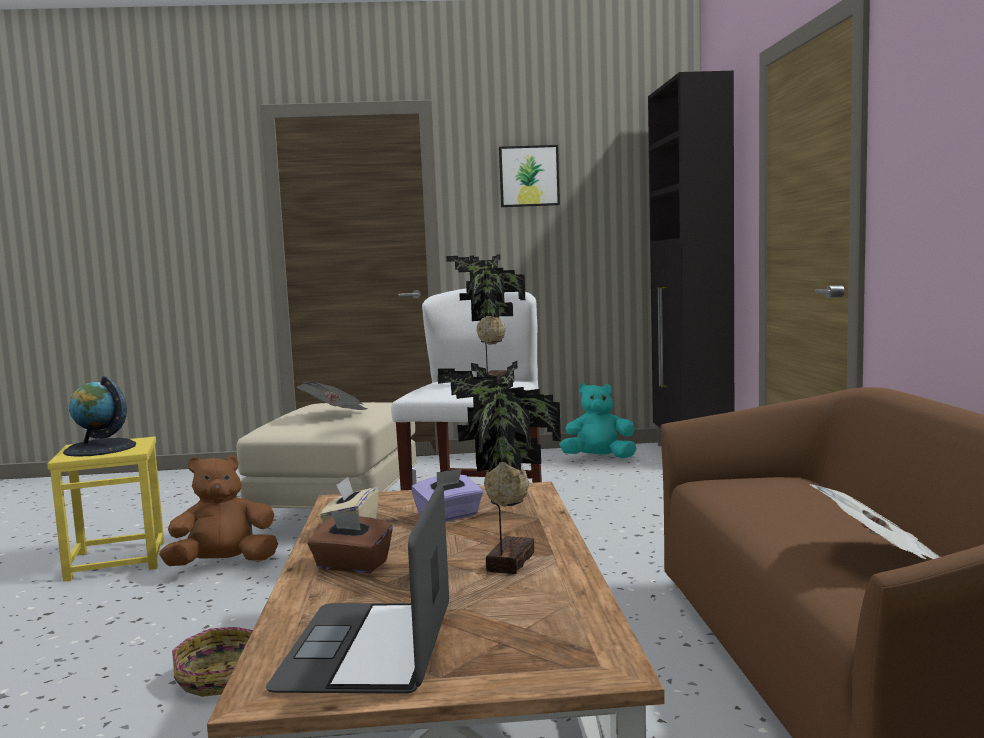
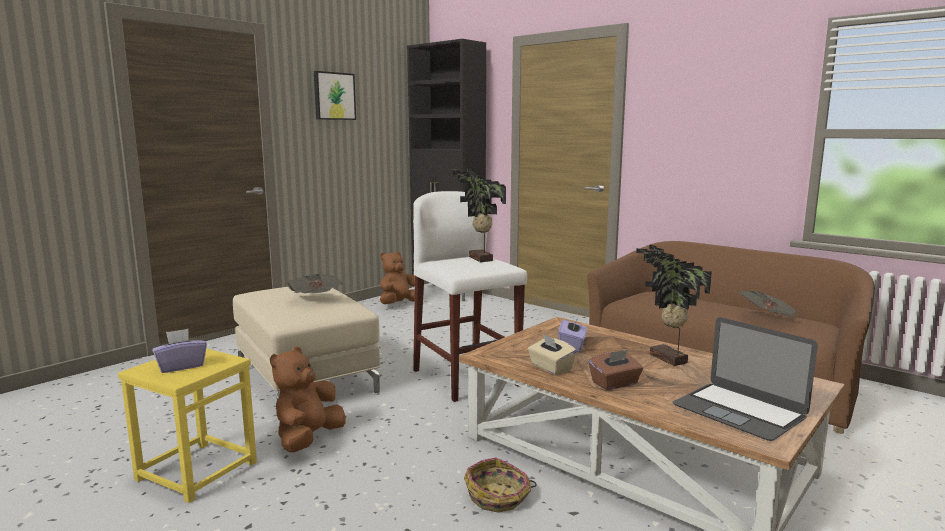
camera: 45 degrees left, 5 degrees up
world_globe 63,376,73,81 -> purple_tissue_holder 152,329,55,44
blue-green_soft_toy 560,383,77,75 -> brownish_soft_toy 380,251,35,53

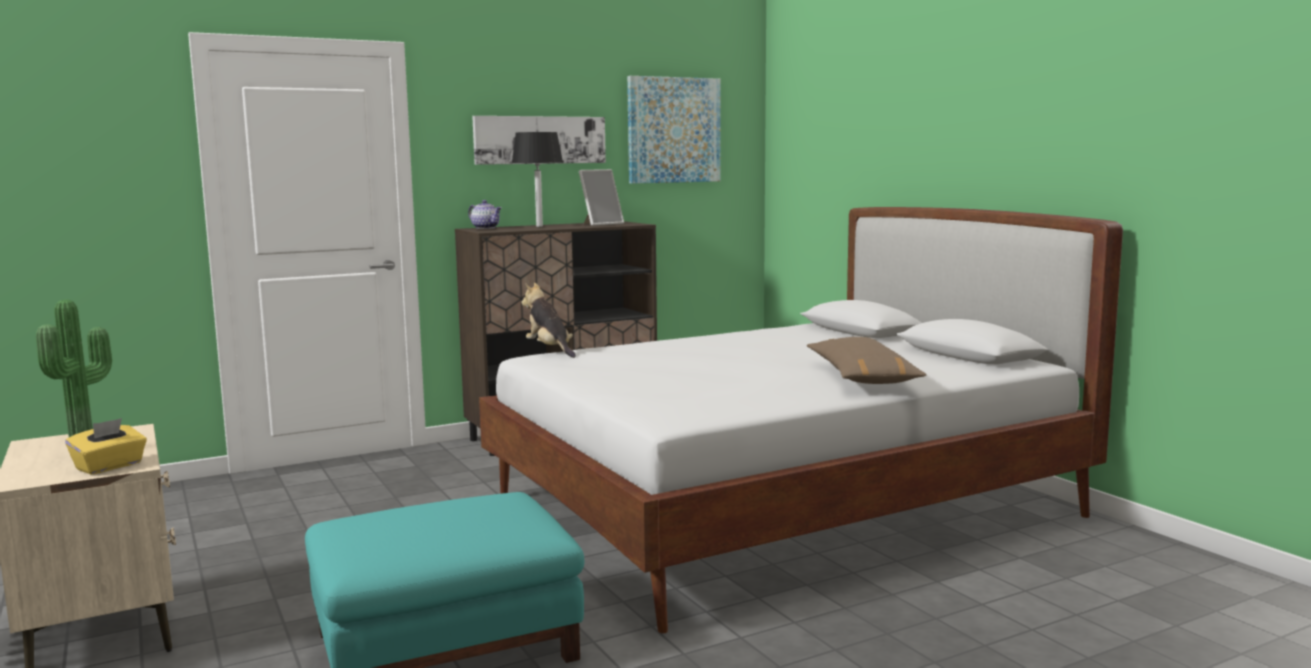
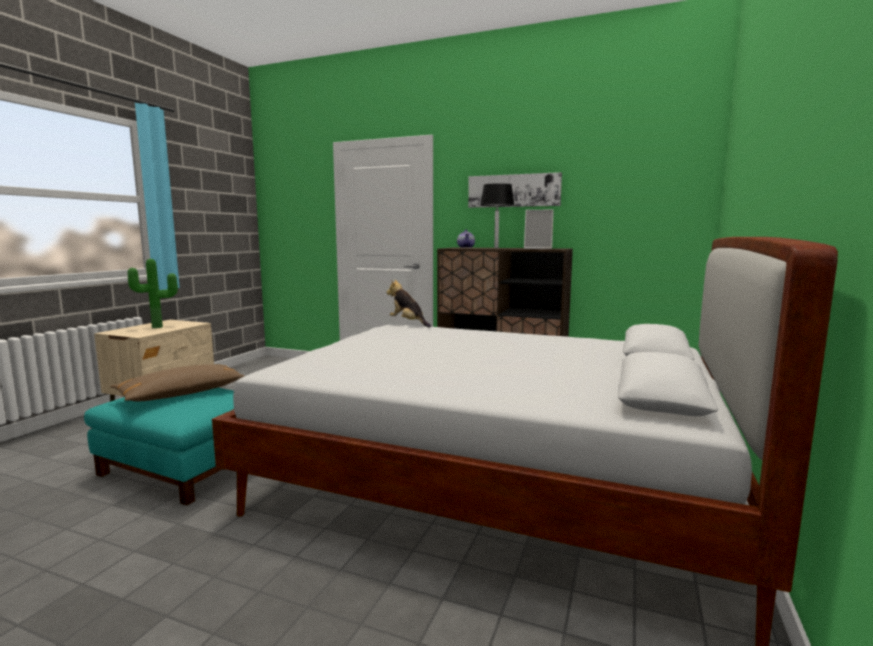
camera: 50 degrees right, 0 degrees up
yellowish_tissue_holder 65,418,82,57 -> none
soft_toy 522,283,54,75 -> soft_toy 386,279,45,49, 60 degrees counterclockwise
wall_art 627,76,93,108 -> none
brownish_cushion 807,337,120,47 -> brownish_cushion 110,364,135,38, move

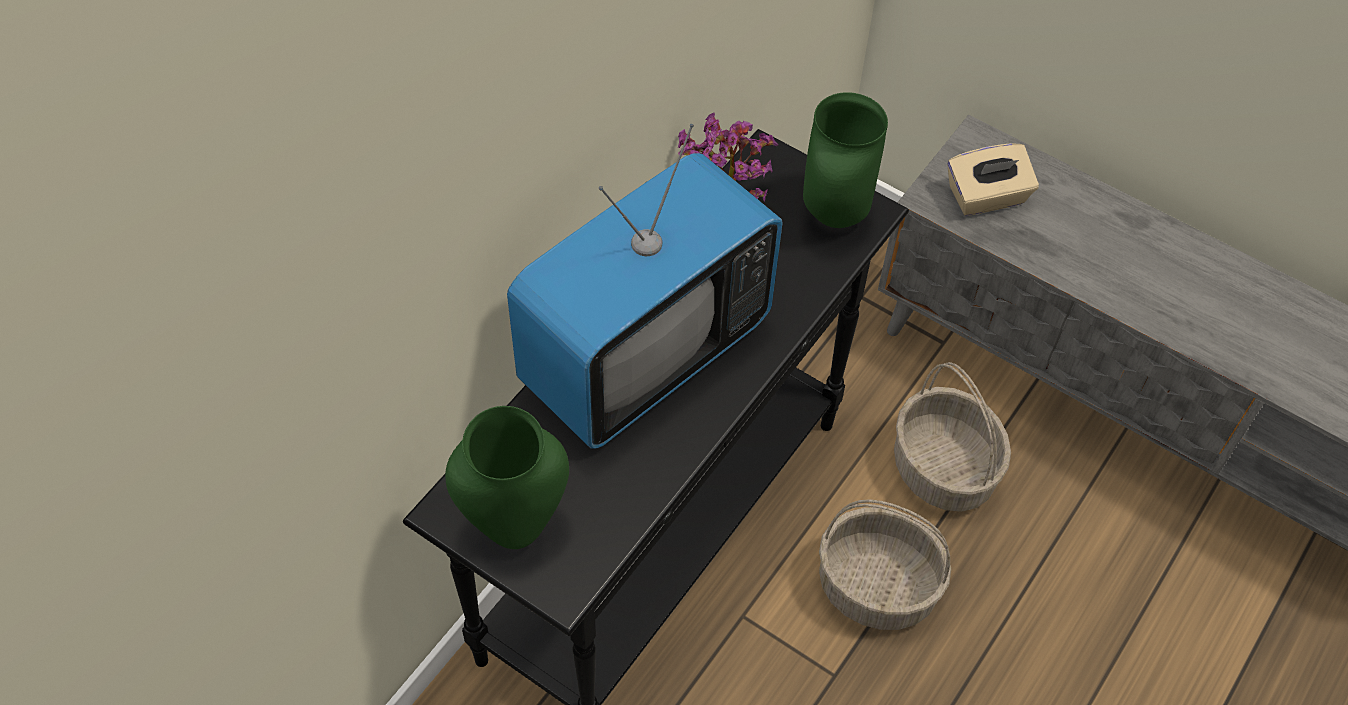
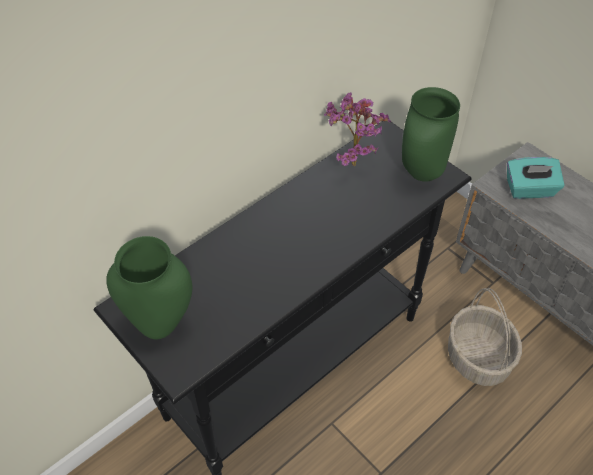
camera: 15 degrees right, 5 degrees down
television 507,124,276,325 -> none
basket 819,499,132,131 -> none
beige_tissue_holder 947,143,92,73 -> blue-green_tissue_holder 507,157,58,42

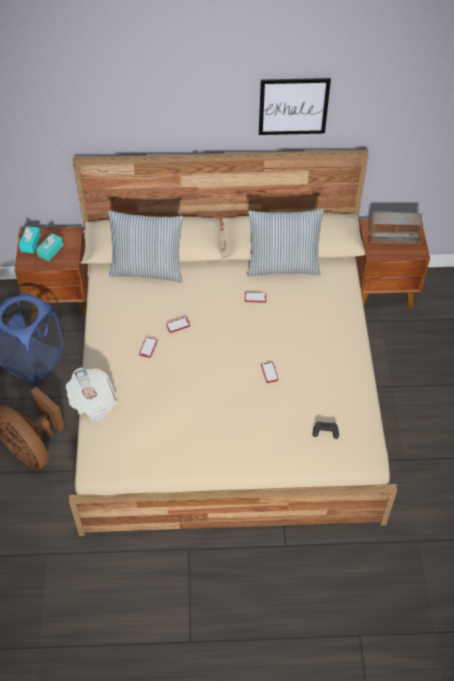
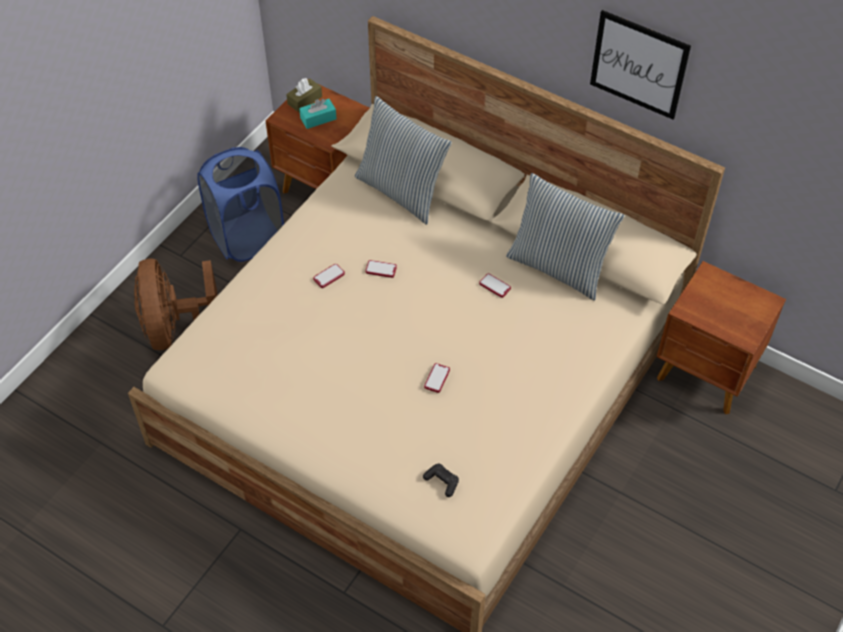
camera: 35 degrees right, 0 degrees up
blue-green_tissue_holder 19,226,22,27 -> brownish_tissue_holder 286,78,36,34
printed_paper 66,367,51,57 -> none
radio 367,211,56,34 -> none

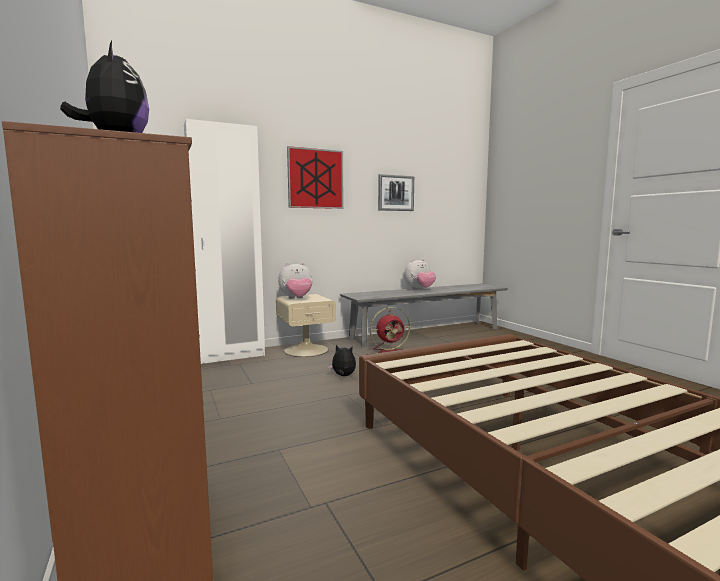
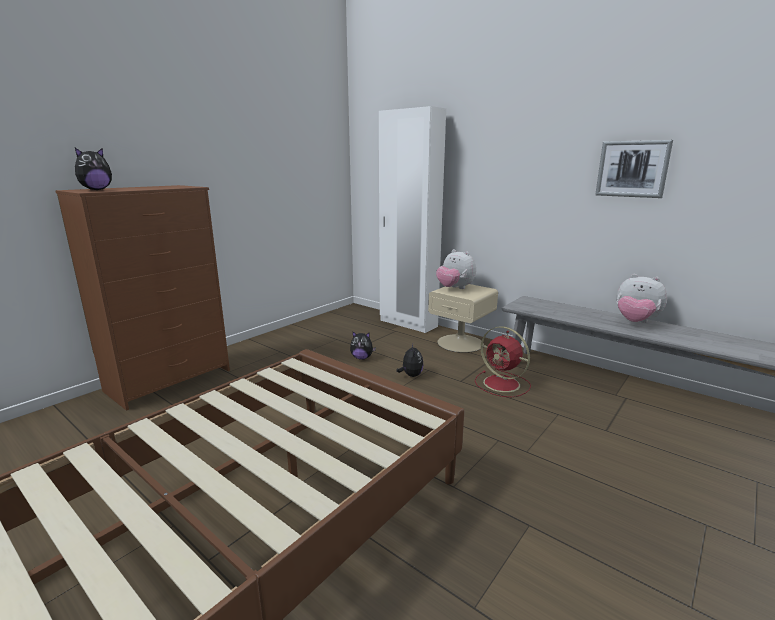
camera: 65 degrees right, 10 degrees up
wall_art 287,146,56,63 -> none
none -> soft_toy 350,332,26,28

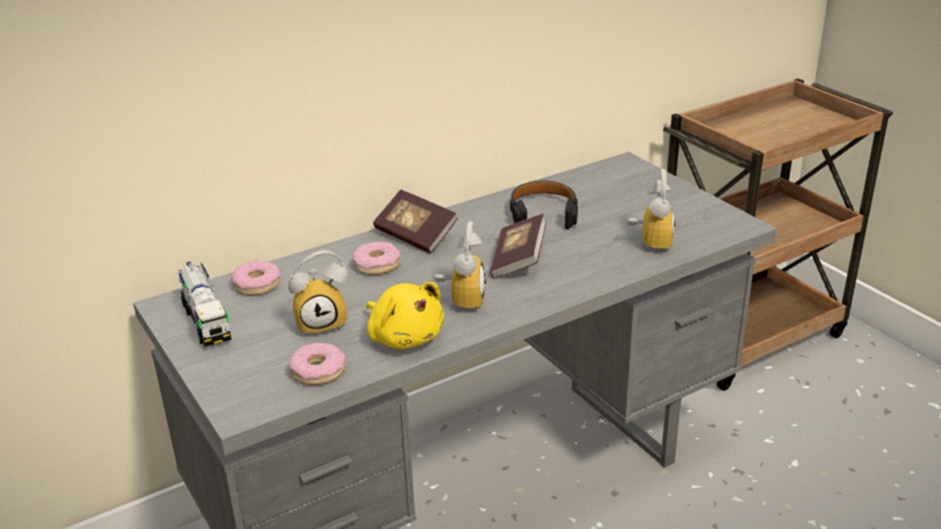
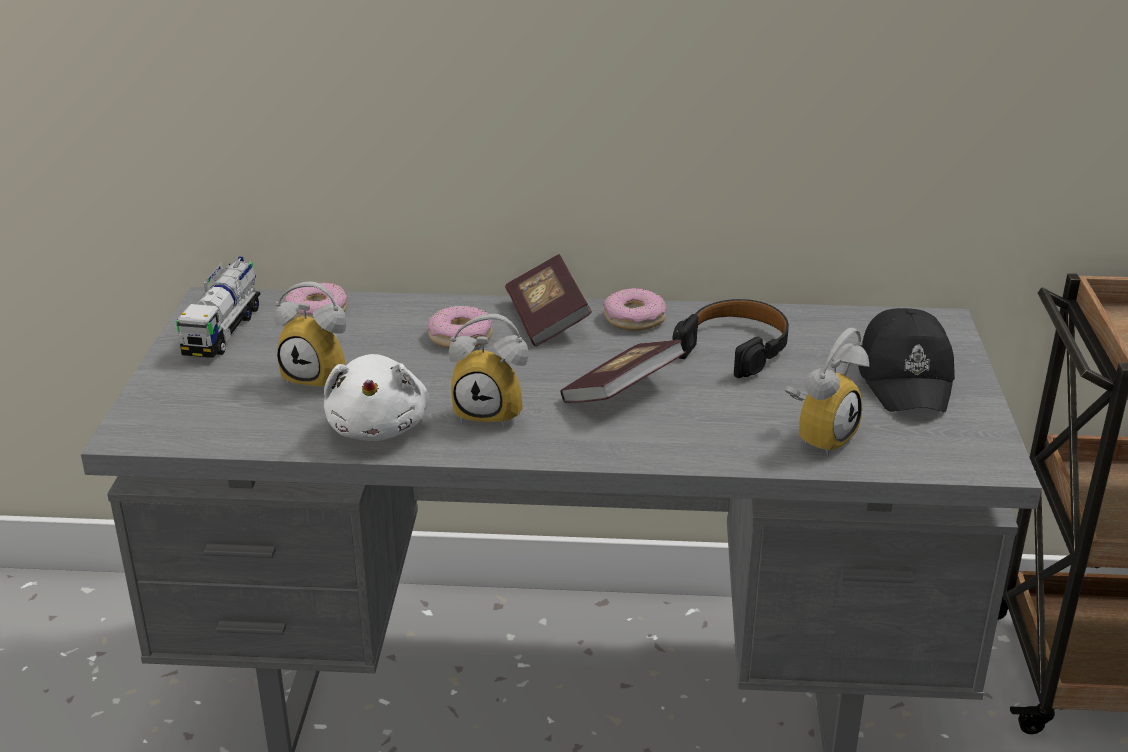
camera: 35 degrees right, 0 degrees up
doughnut 289,343,57,42 -> doughnut 603,288,64,43, move
yellowish_soft_toy 366,282,78,67 -> white_soft_toy 324,354,105,87
alarm_clock 433,221,53,90 -> alarm_clock 449,314,80,114, 60 degrees clockwise
none -> blackish_baseball_cap 858,308,97,104

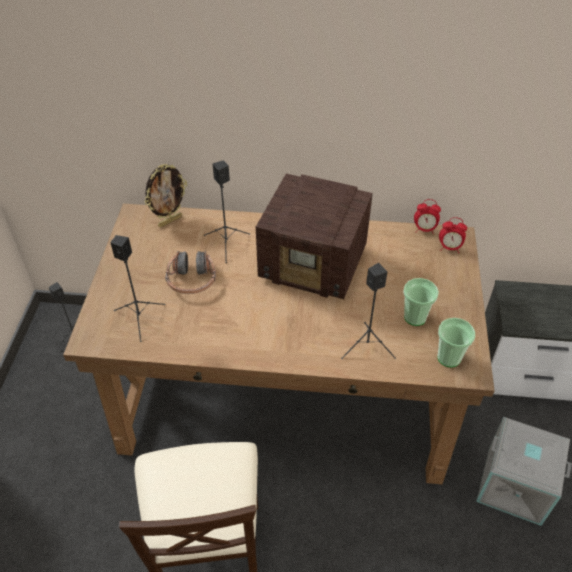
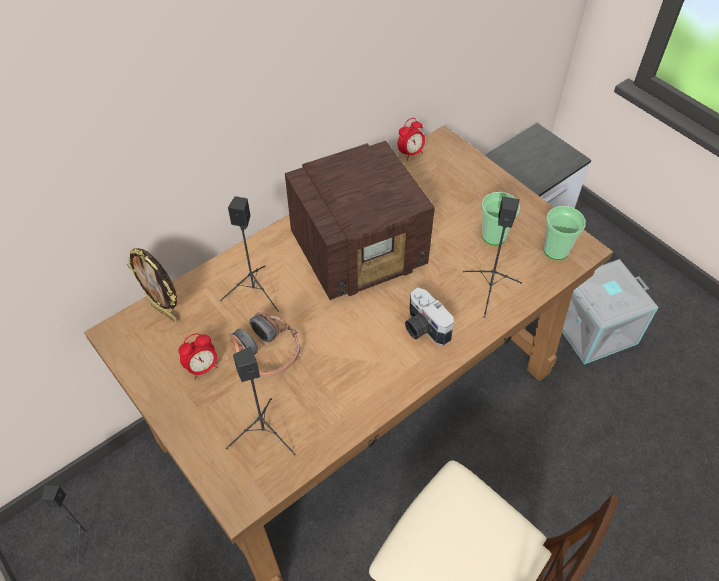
camera: 45 degrees left, 5 degrees up
picture_frame 144,164,43,64 -> picture_frame 127,248,50,74, 120 degrees clockwise
alarm_clock 439,217,28,36 -> alarm_clock 178,333,40,47, move
none -> photo_camera 405,288,49,58

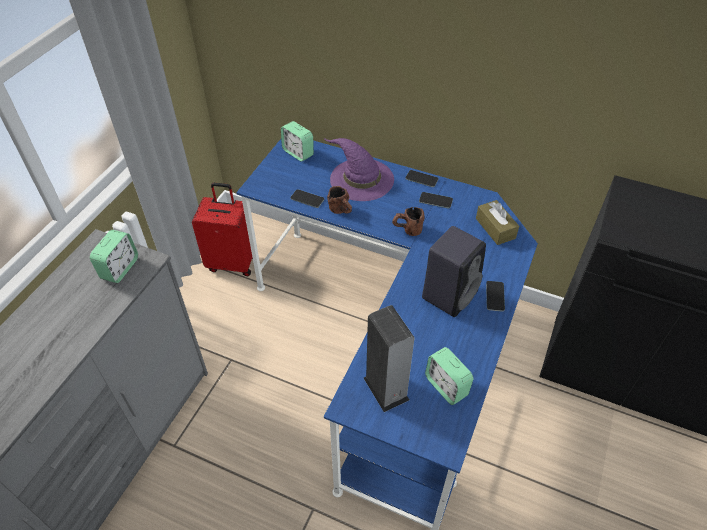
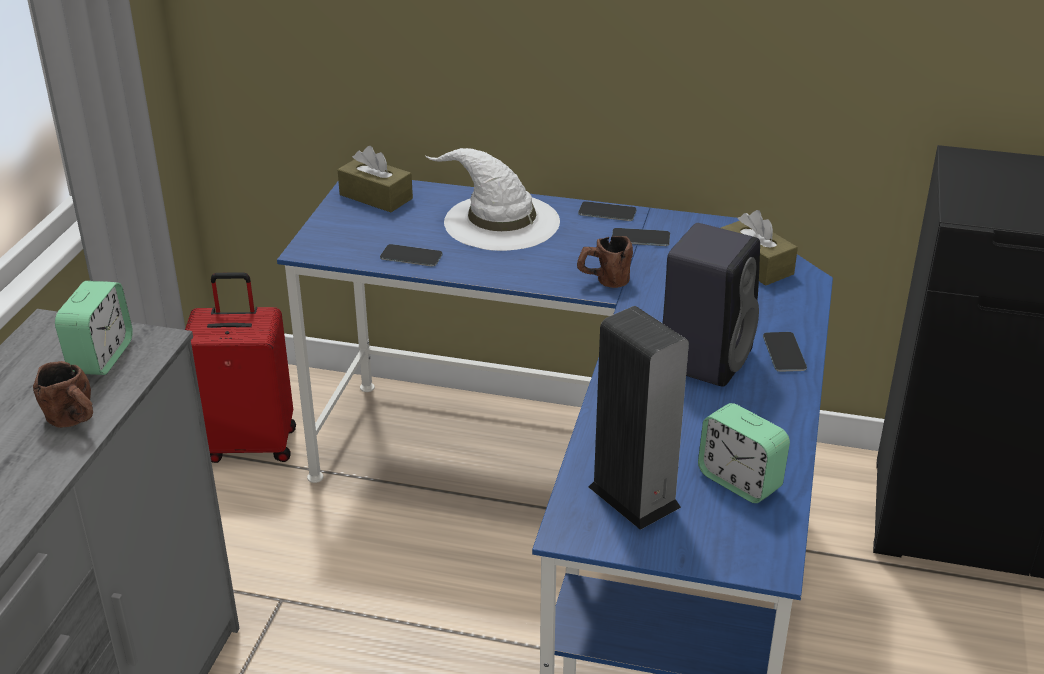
camera: 10 degrees left, 15 degrees down
alarm_clock 281,121,33,41 -> brownish_tissue_holder 337,146,76,66
purple_hat 324,138,70,63 -> white_hat 426,148,134,103
brownish_tea_mug 327,186,25,28 -> brownish_tea_mug 33,361,60,67, move

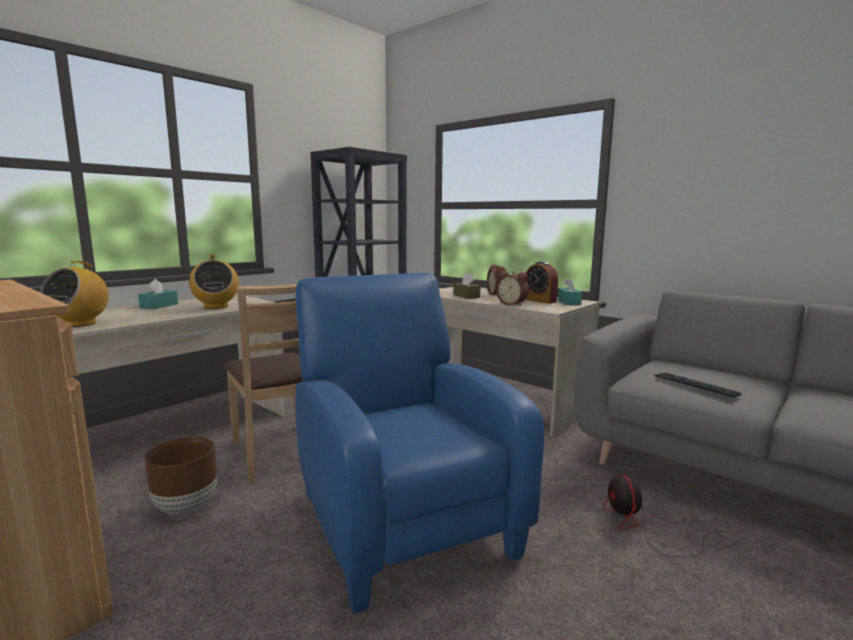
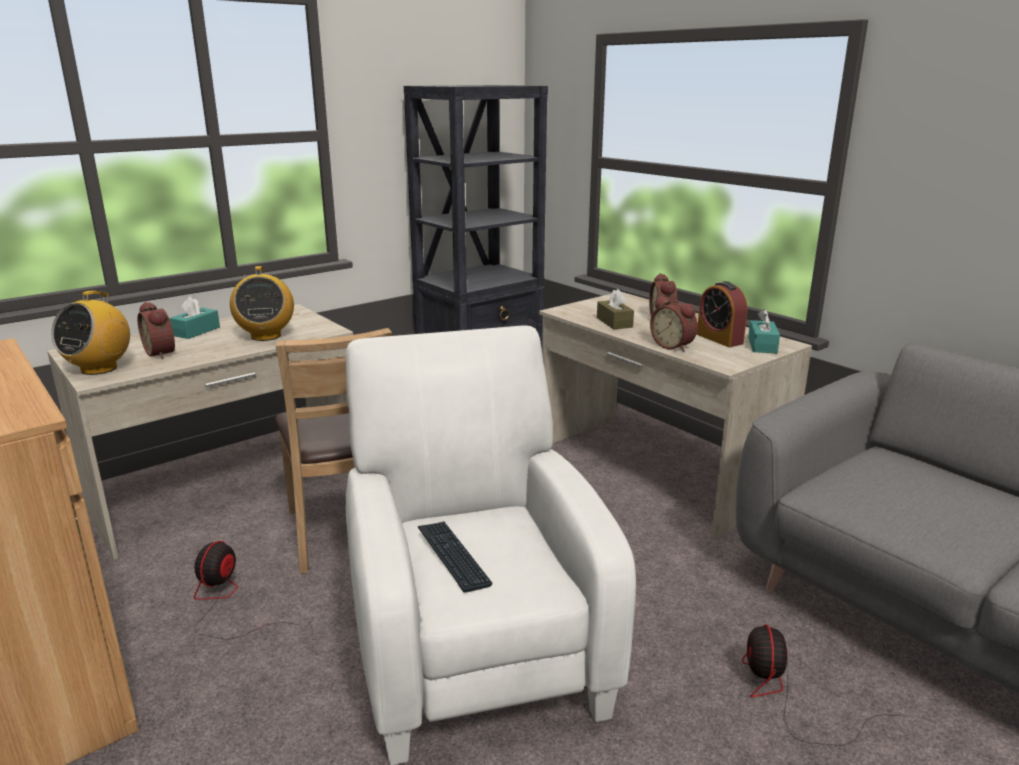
camera: 10 degrees right, 10 degrees up
brownish_plant_pot 145,437,72,78 -> cooling_fan 194,541,105,99
blue-coloured_easy_chair 295,273,249,341 -> white_easy_chair 346,325,290,440
PC_keyboard 654,372,88,26 -> PC_keyboard 418,522,75,71, move
none -> alarm_clock 137,302,38,57

